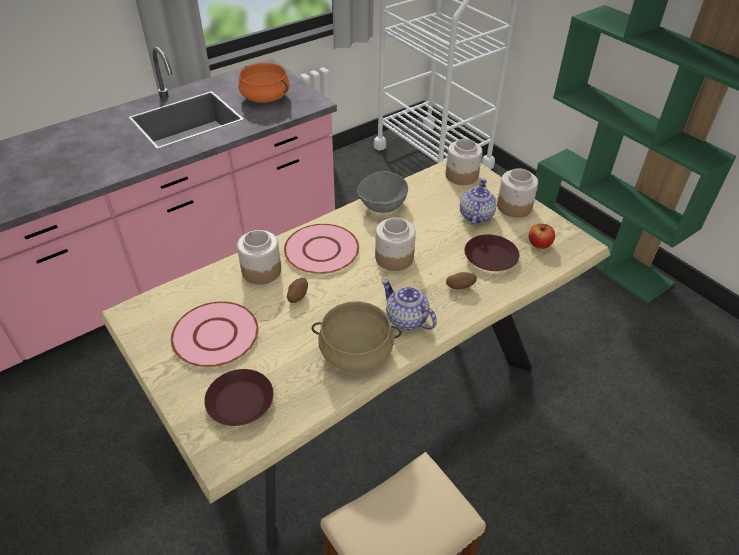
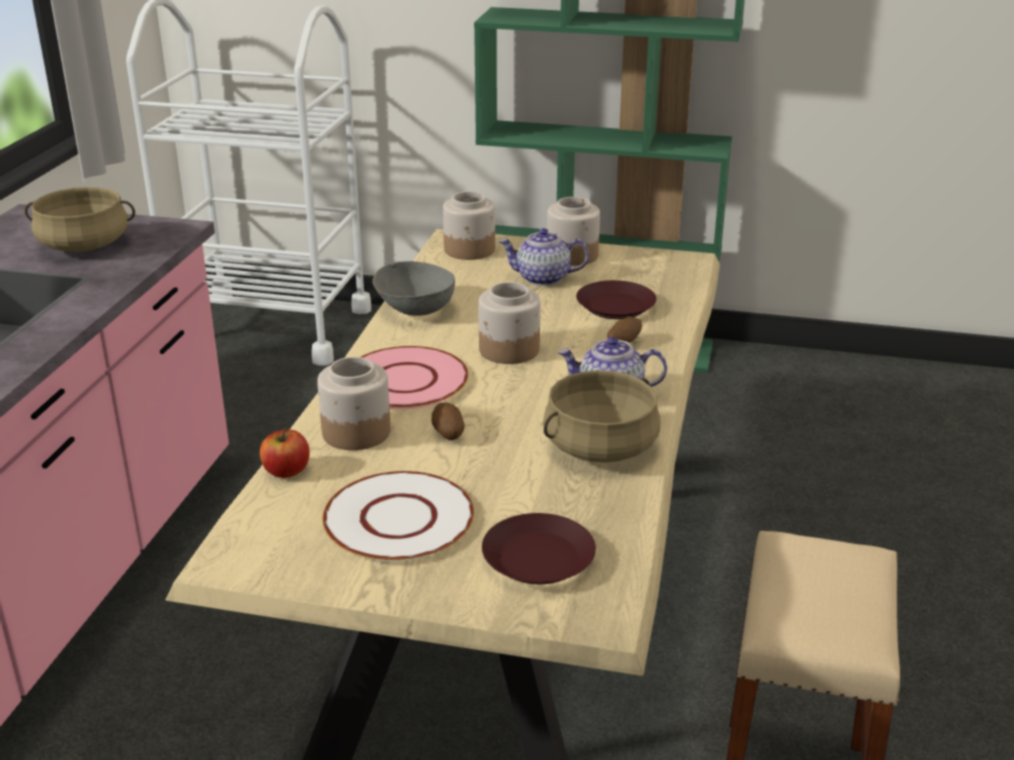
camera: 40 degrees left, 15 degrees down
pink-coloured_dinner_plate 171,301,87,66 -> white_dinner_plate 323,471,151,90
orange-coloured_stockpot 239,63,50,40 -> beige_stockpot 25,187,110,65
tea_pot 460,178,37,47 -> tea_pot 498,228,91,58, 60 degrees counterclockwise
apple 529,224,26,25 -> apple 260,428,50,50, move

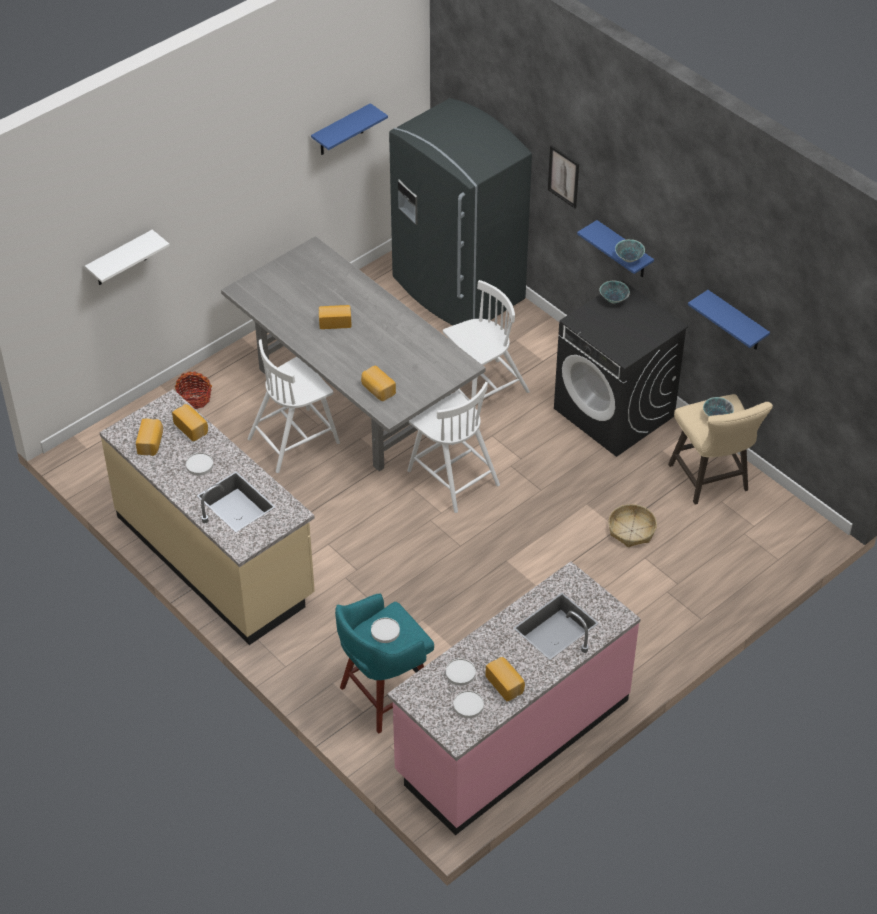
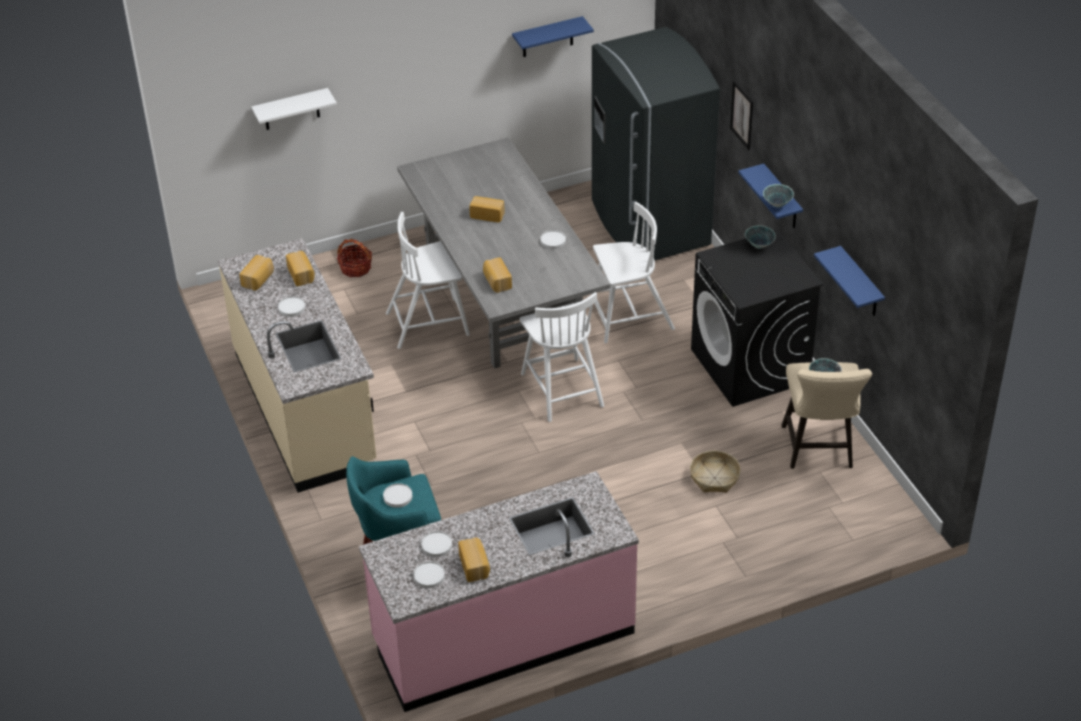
camera: 20 degrees right, 5 degrees down
none -> white_dinner_plate 540,230,26,19

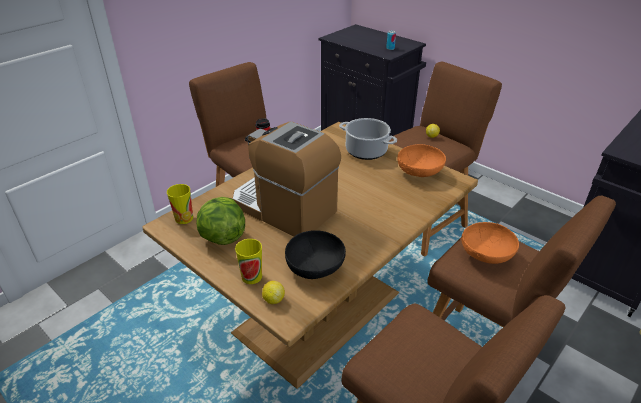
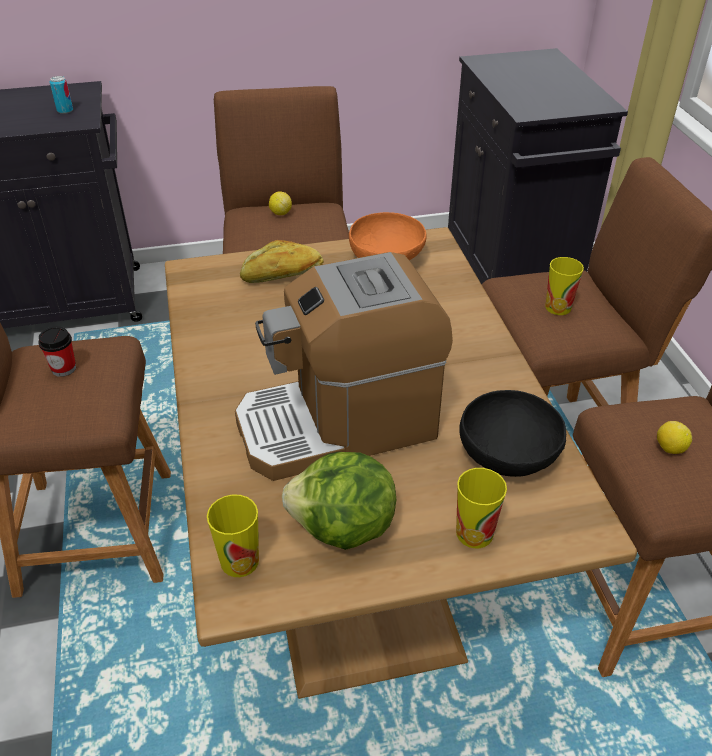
camera: 55 degrees left, 5 degrees up
whole_lemon 262,281,23,23 -> whole_lemon 657,421,35,33, move
stockpot 339,118,58,42 -> bread 240,240,84,43
orange-coloured_deep_dish 461,222,58,42 -> small_cup 545,257,39,58

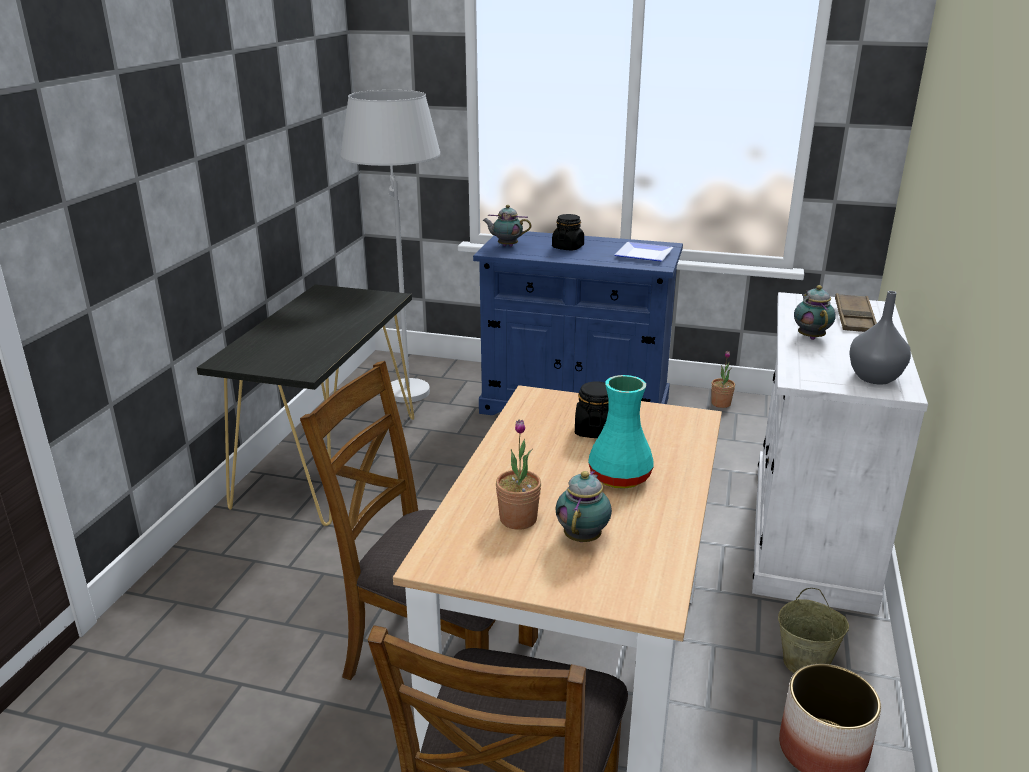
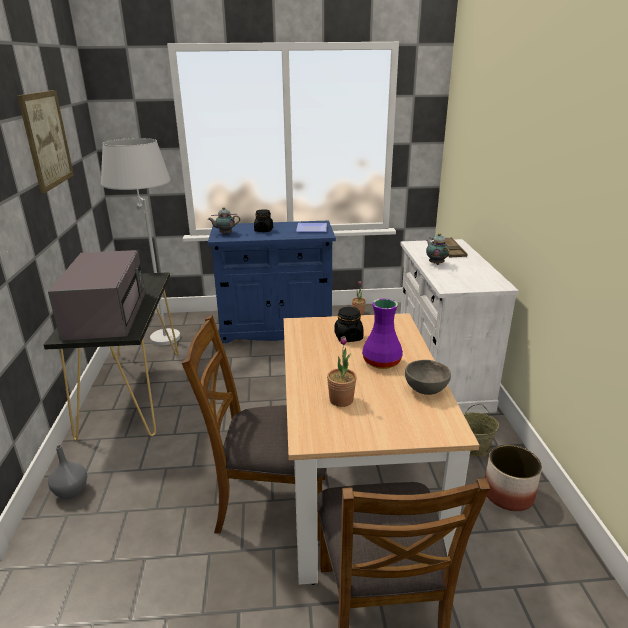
camera: 20 degrees left, 0 degrees up
tea_pot 556,470,56,72 -> none
blue-green_vase 588,375,65,114 -> purple_vase 362,299,41,70
gray_vase 849,291,62,94 -> gray_vase 48,445,39,54, move
none -> wall_art 17,90,57,104
none -> gray_microwave 48,250,97,91
none -> gray_deep_dish 405,360,46,35

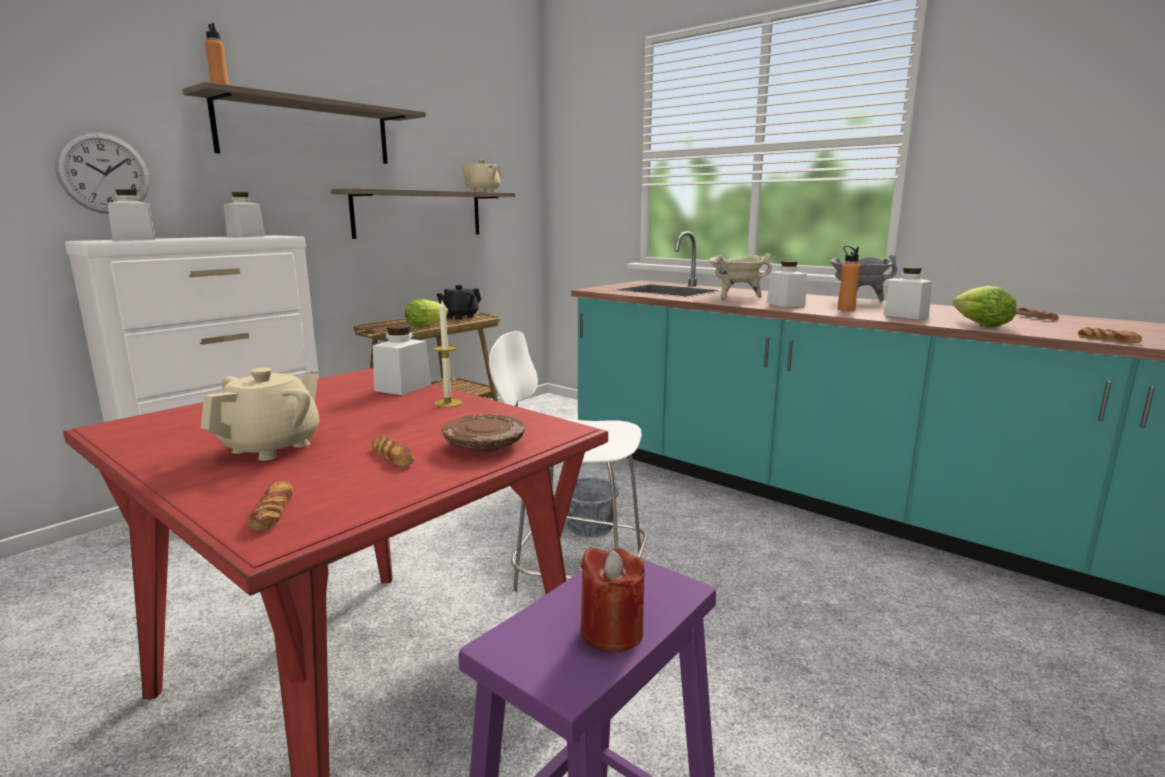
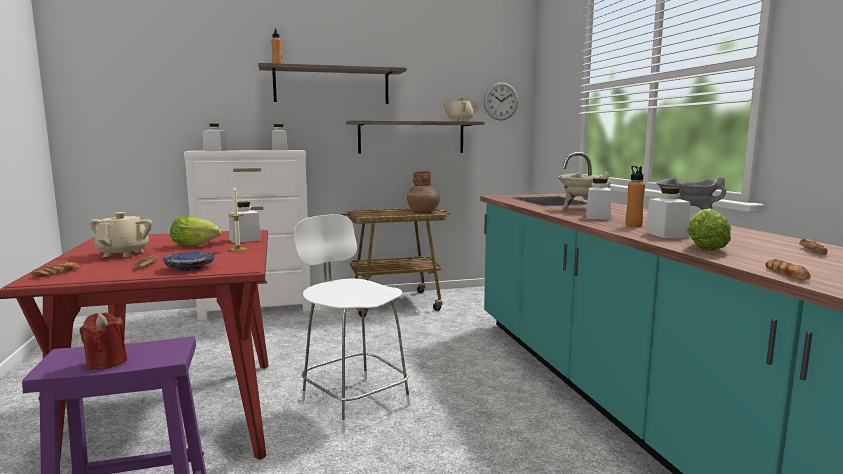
camera: 35 degrees right, 5 degrees down
hanging_clock 55,132,95,82 -> hanging_clock 484,82,34,38, move
beige_tea_pot 201,368,118,93 -> beige_tea_pot 89,212,63,45, 60 degrees counterclockwise
lettuce_head 405,299,43,28 -> lettuce_head 170,216,52,30, move
blackish_tea_pot 437,285,44,35 -> brownish_vase 407,171,33,41
brownish_dinner_plate 442,414,83,38 -> blue-coloured_dinner_plate 163,252,52,19
gray_pail 567,462,52,75 -> none

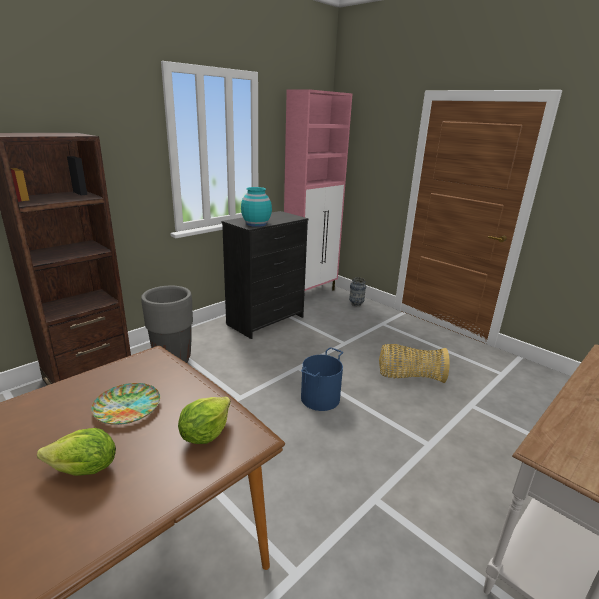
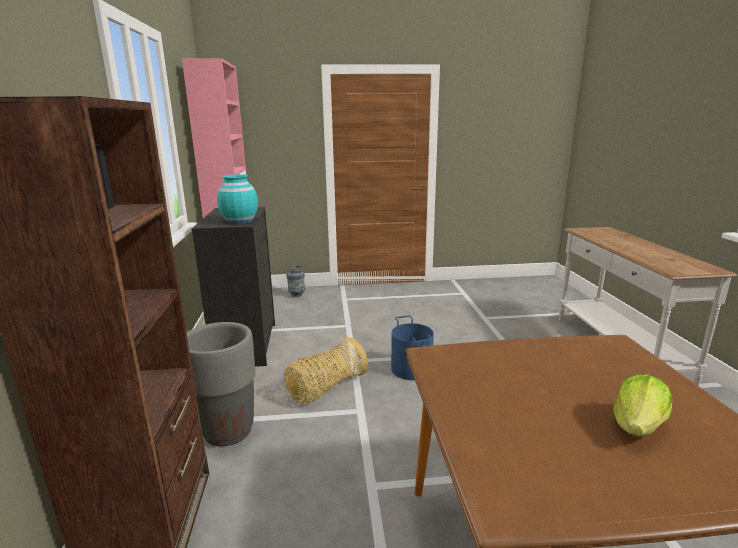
camera: 50 degrees left, 5 degrees down
dinner_plate 91,383,69,42 -> none
lettuce_head 178,396,53,48 -> none
basket 379,344,71,39 -> basket 284,337,84,66, move

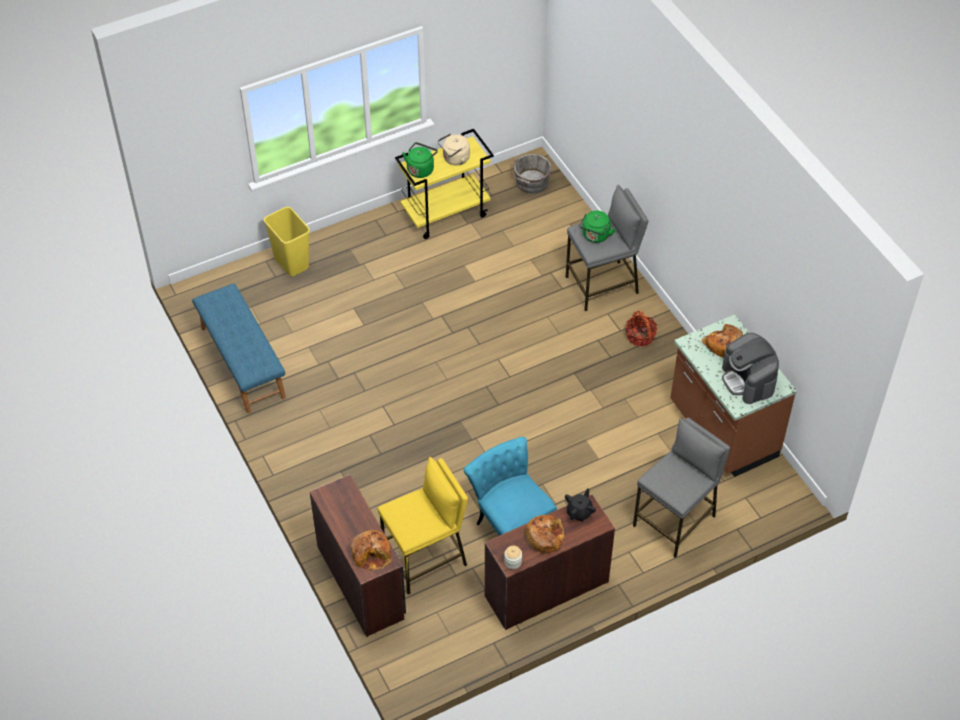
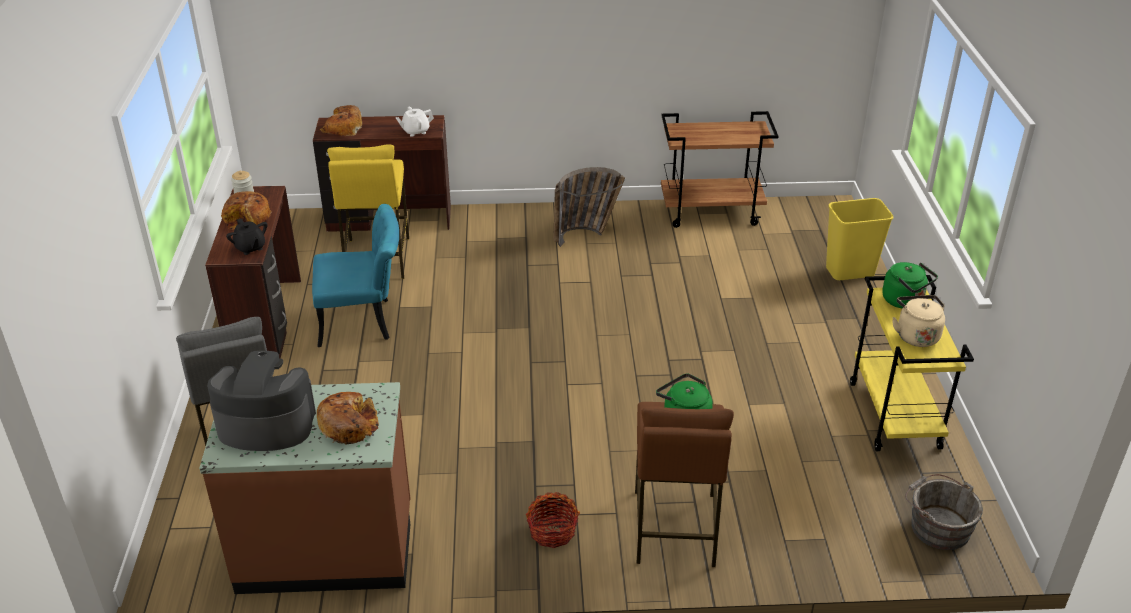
camera: 115 degrees right, 15 degrees down
blue-coloured_long_seat 192,284,94,129 -> brownish_cart 661,111,118,117
gray_stool 566,185,82,126 -> brownish_stool 635,402,99,165
none -> white_tea_pot 396,107,38,30
none -> basket 553,167,72,80

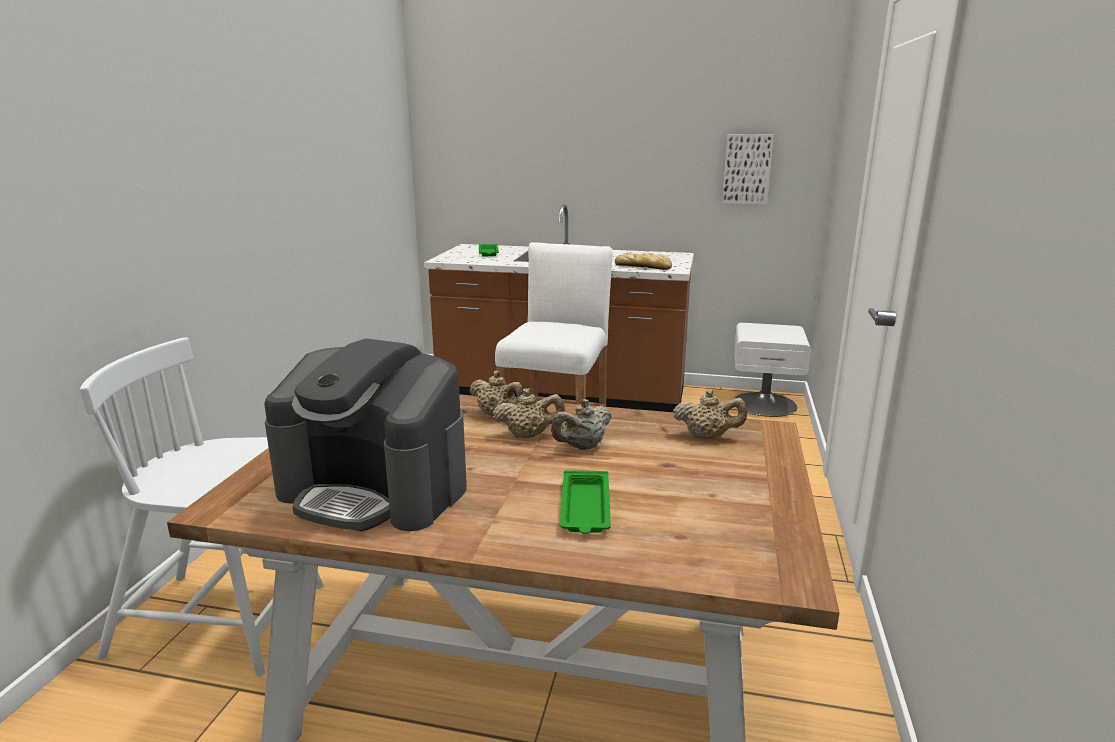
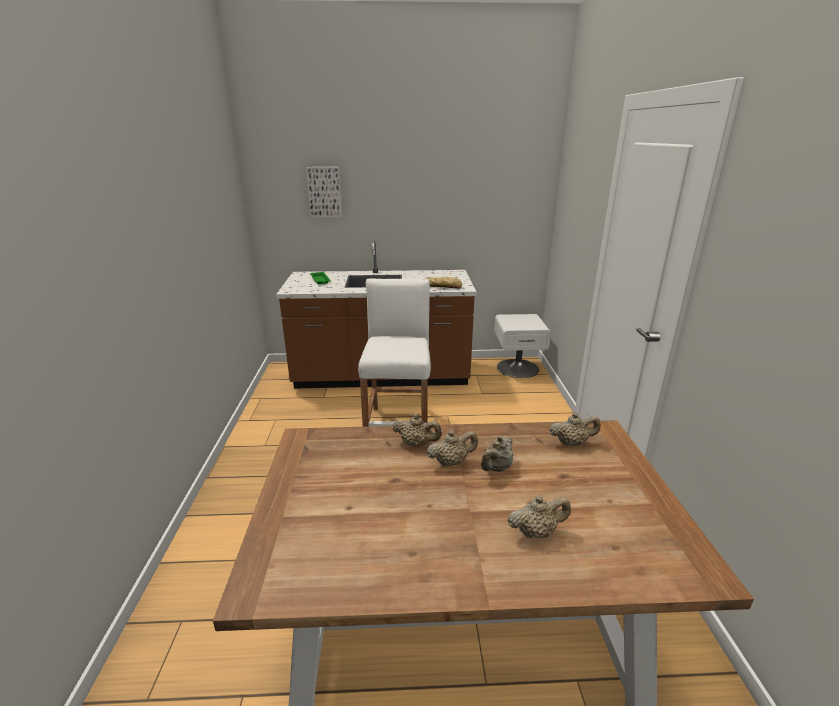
camera: 15 degrees left, 5 degrees up
white_plain_chair 80,337,243,339 -> none
coffee_brewer 264,338,203,193 -> none
greenish_tray 560,470,51,64 -> beige_tea_pot 508,495,63,43
wall_art 722,134,52,70 -> wall_art 306,167,37,51, move

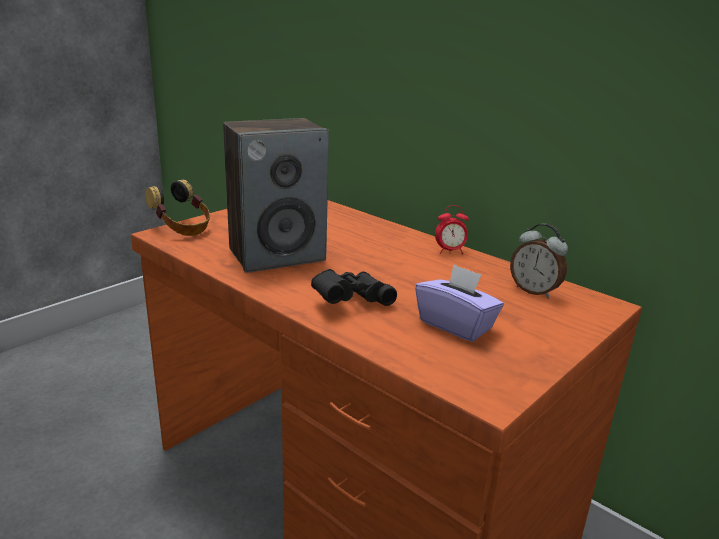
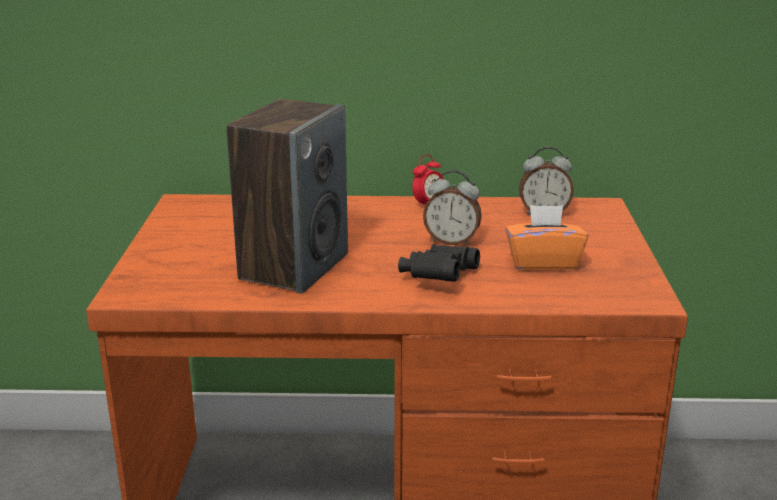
camera: 40 degrees left, 0 degrees up
headphones 145,180,65,56 -> none
purple_tissue_holder 415,264,89,78 -> orange-coloured_tissue_holder 505,205,83,65
none -> alarm_clock 423,170,59,75

